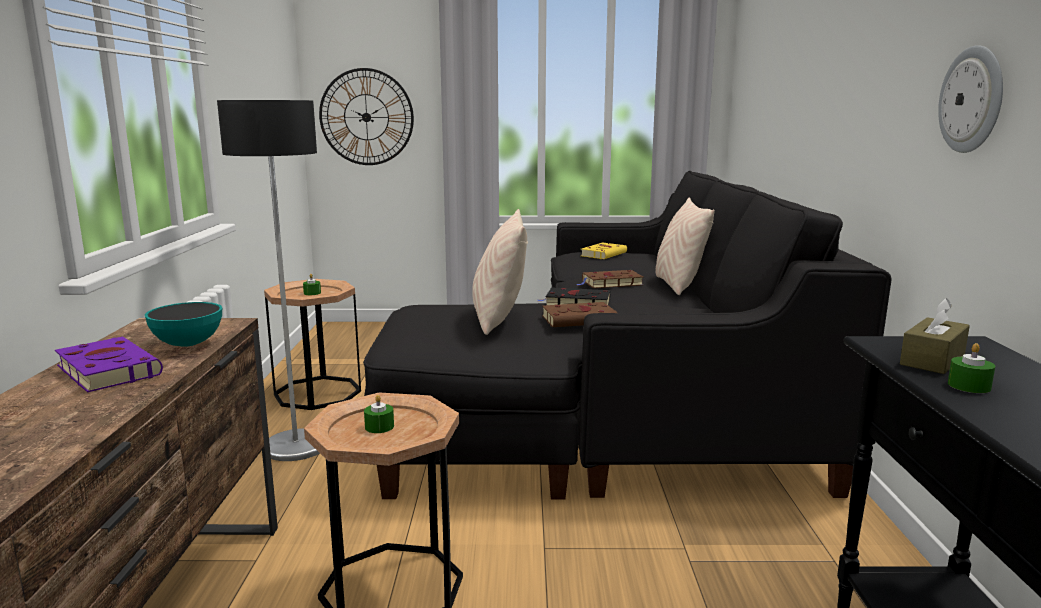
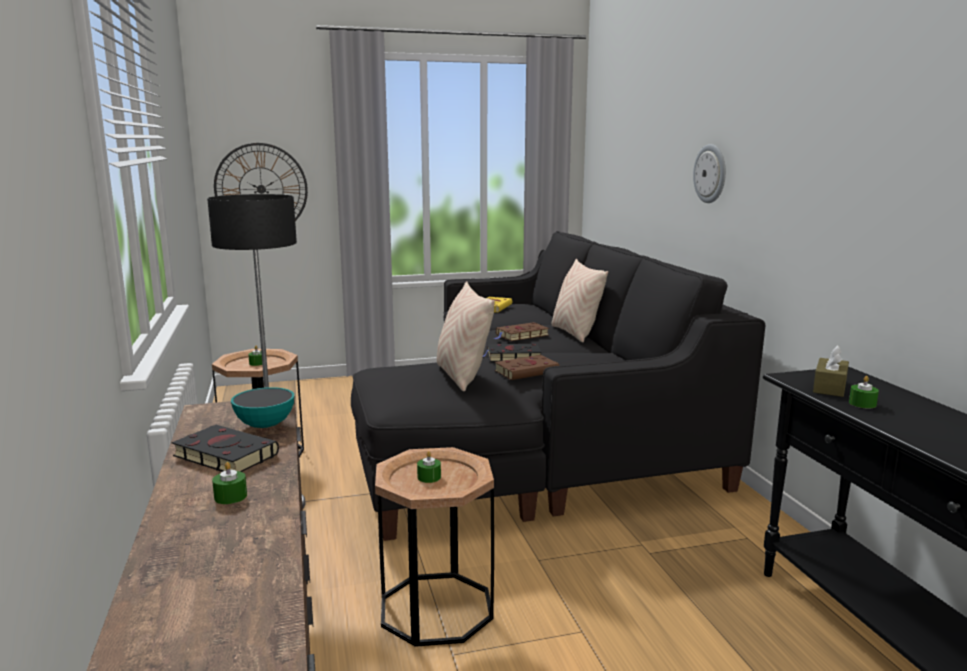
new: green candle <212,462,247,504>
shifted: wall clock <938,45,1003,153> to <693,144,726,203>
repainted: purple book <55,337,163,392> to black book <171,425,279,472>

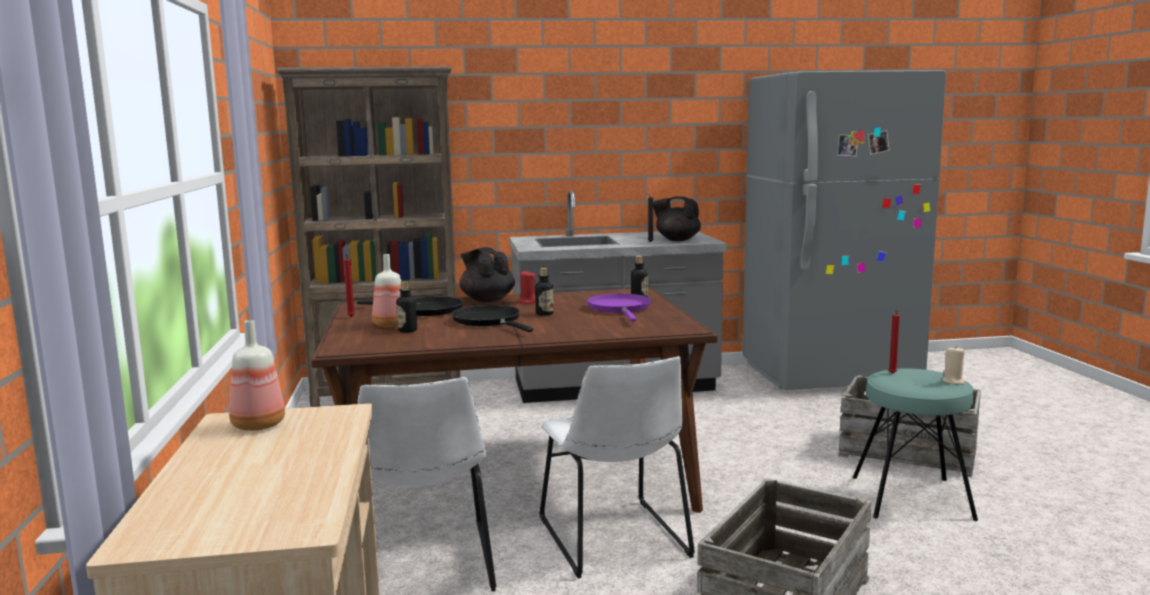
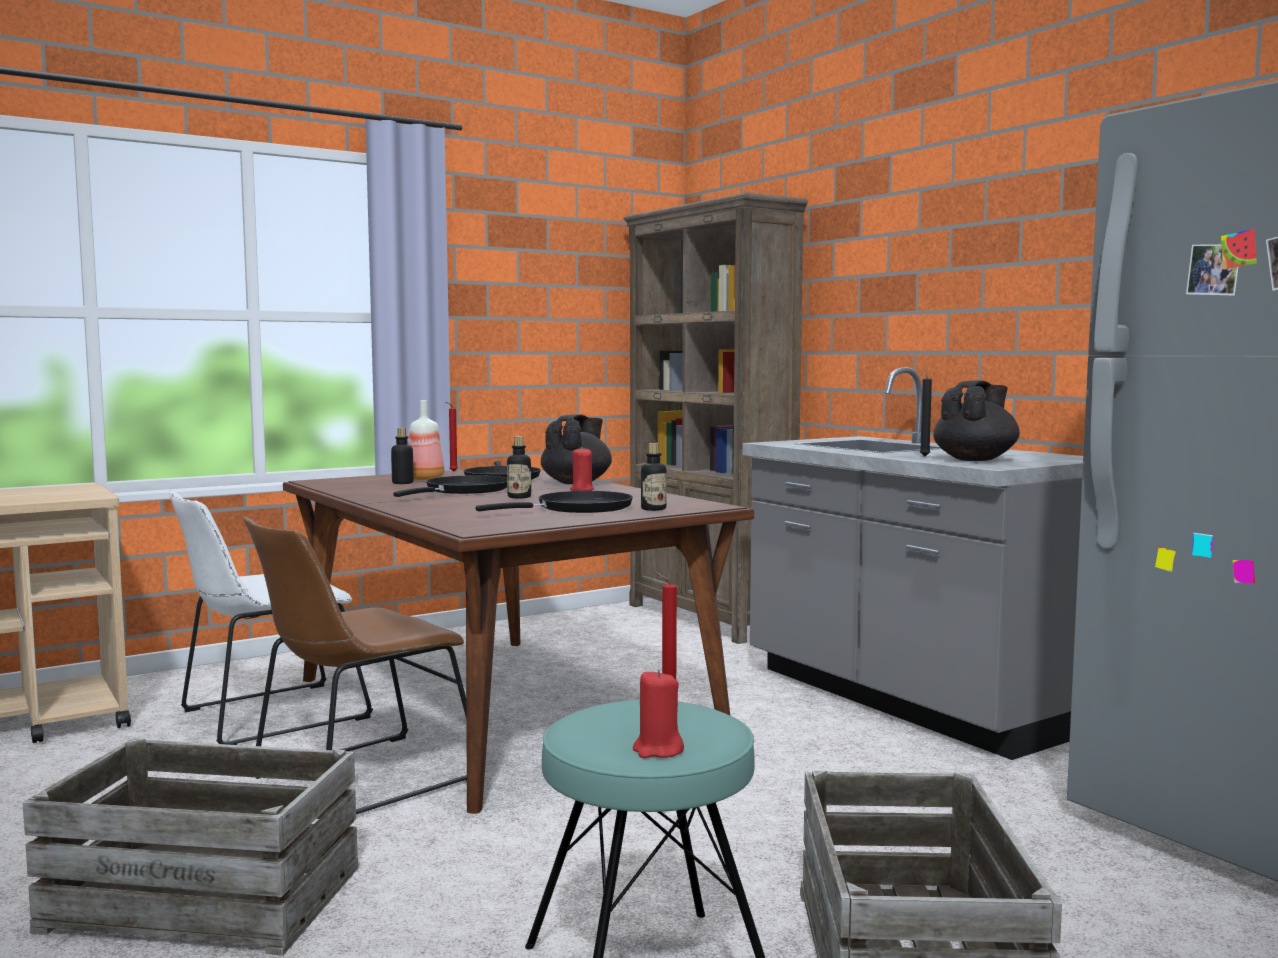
gone: bottle <229,320,285,431>
repainted: white chair <539,356,695,578> to brown chair <244,517,467,814>; purple frying pan <587,293,651,322> to black frying pan <476,491,633,513>; beige candle <942,347,965,385> to red candle <633,670,684,758>
rotated: black teapot <653,196,701,241> = <933,381,1020,461> 45 degrees clockwise

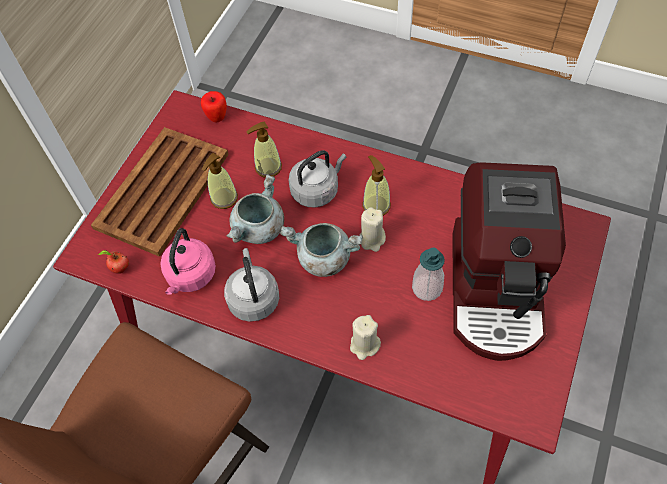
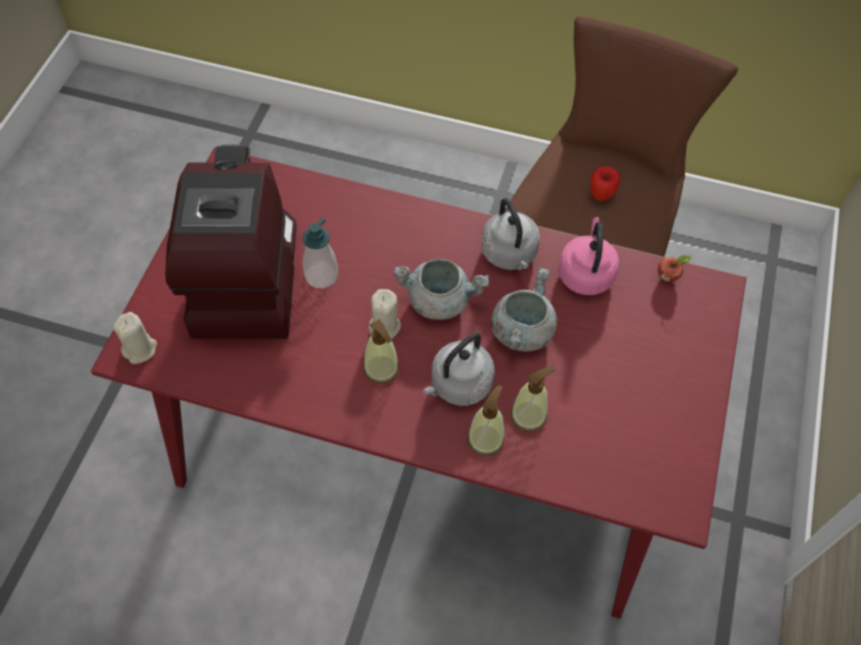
gone: brown tray <91,127,229,257>
shifted: apple <201,91,227,122> to <590,166,620,201>; soap dispenser <202,153,238,209> to <467,385,505,456>; beige candle <350,315,381,360> to <113,312,157,364>

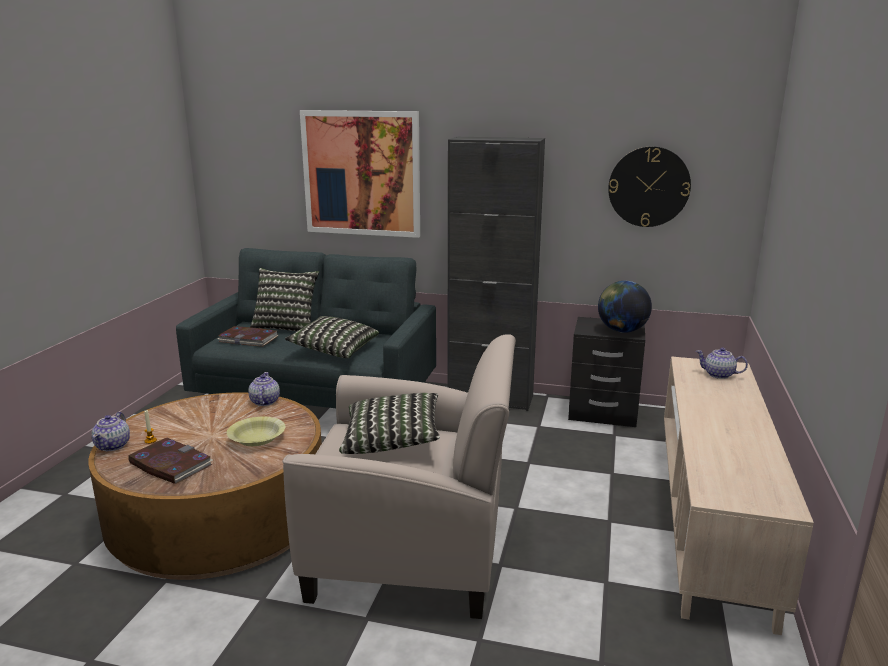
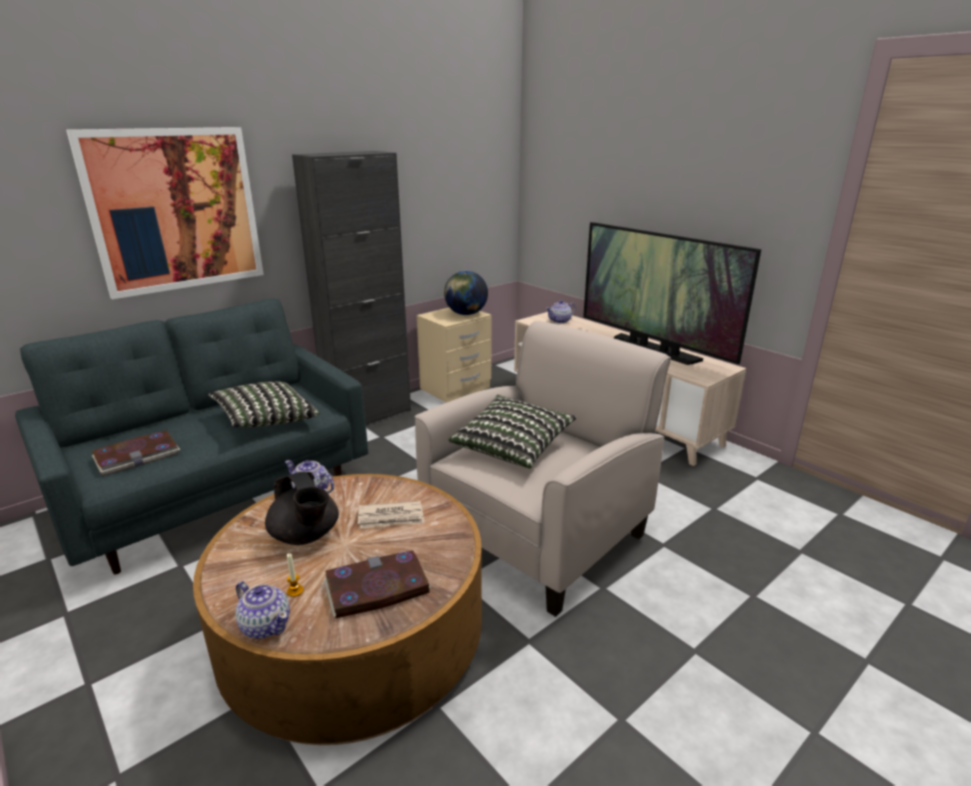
gone: pillow <250,268,319,332>; wall clock <608,146,691,227>
new: black teapot <265,472,339,545>; television <583,222,761,365>
swapped: yellow bowl <227,417,285,446> to newspaper <358,501,424,528>
repainted: black nightstand <568,317,645,427> to beige nightstand <417,308,492,403>

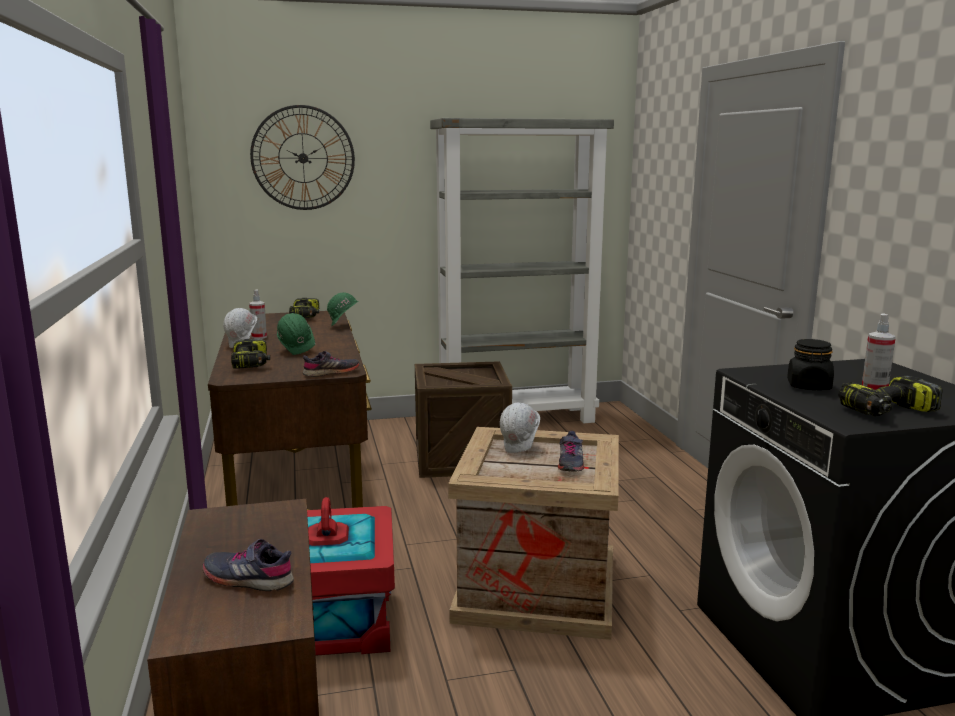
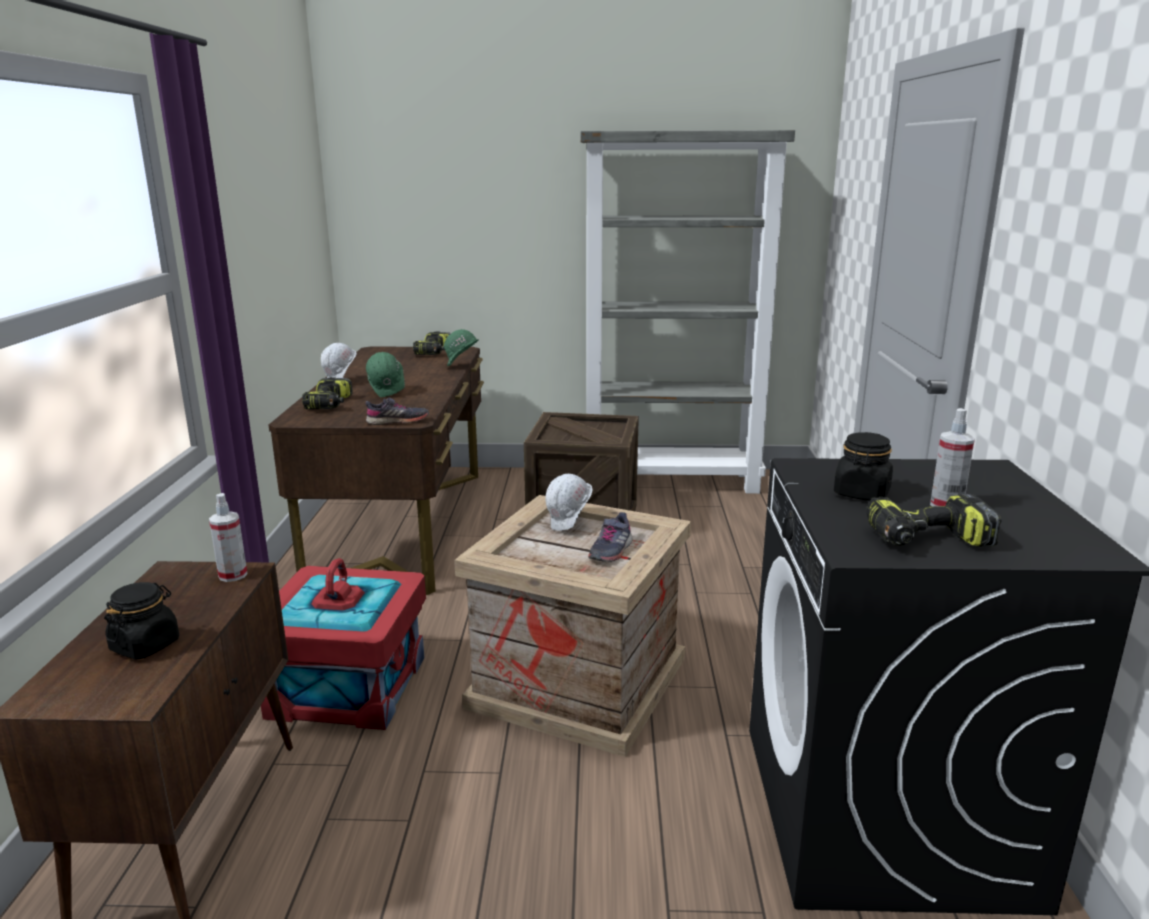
gone: wall clock <250,105,355,210>
shifted: spray bottle <249,290,267,339> to <209,493,248,582>
swapped: grey shoe <202,539,294,591> to black jar <104,582,179,660>

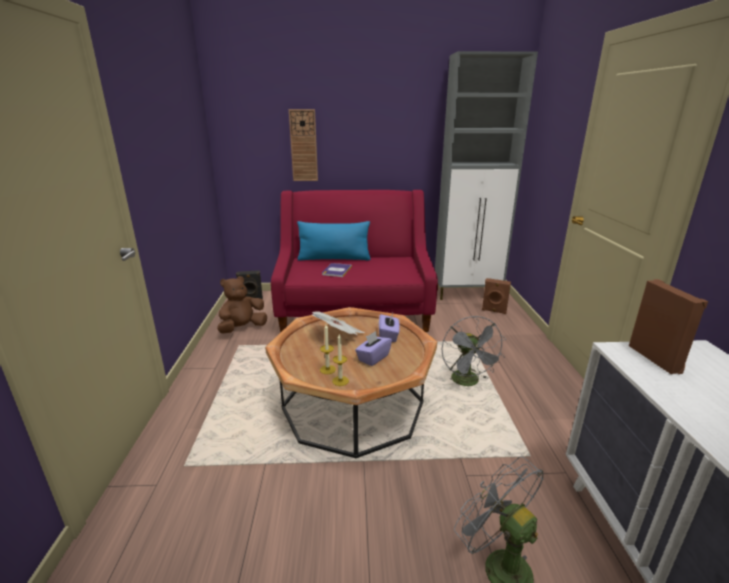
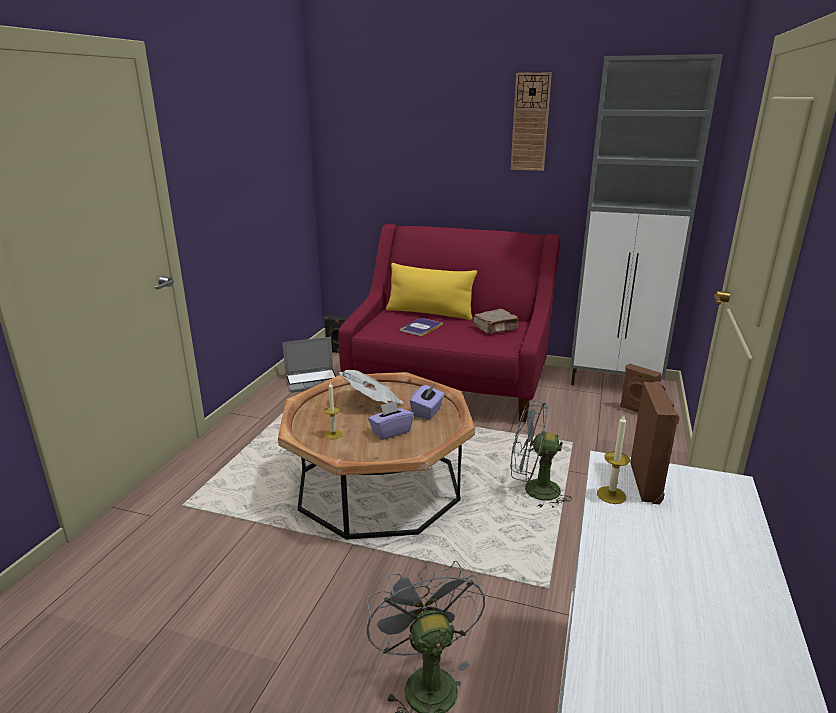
new: brown book <474,309,518,334>
shifted: wall clock <289,109,318,181> to <511,73,552,171>; candle <332,334,349,386> to <597,415,630,504>
swapped: brown plush toy <217,276,267,334> to laptop <282,337,336,393>
repainted: blue pillow <297,221,370,261> to yellow pillow <386,263,477,320>
rotated: grey fan <442,316,506,386> = <511,400,572,508> 90 degrees clockwise

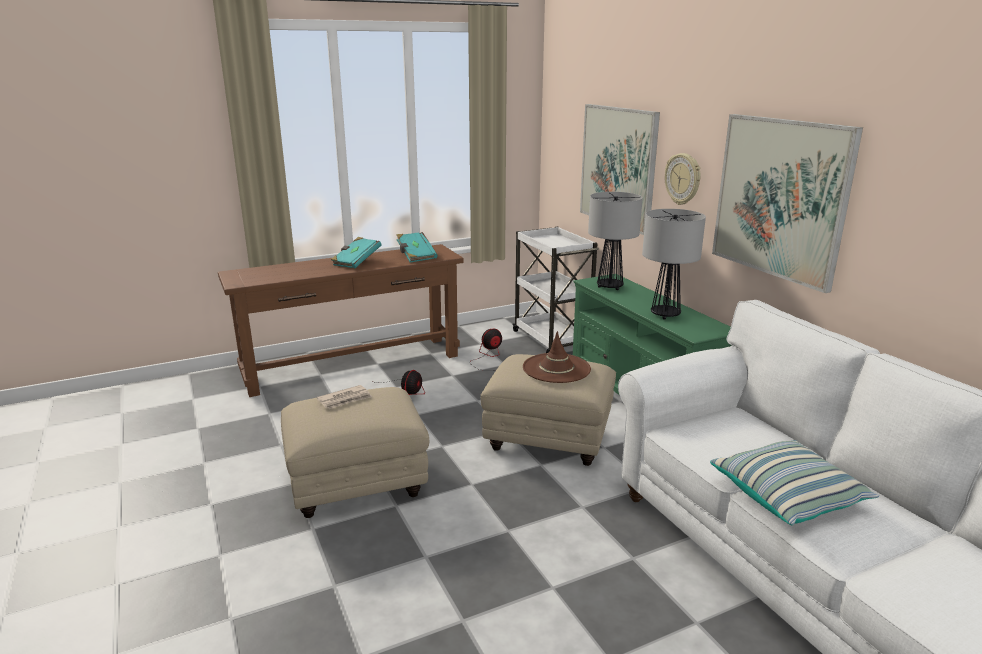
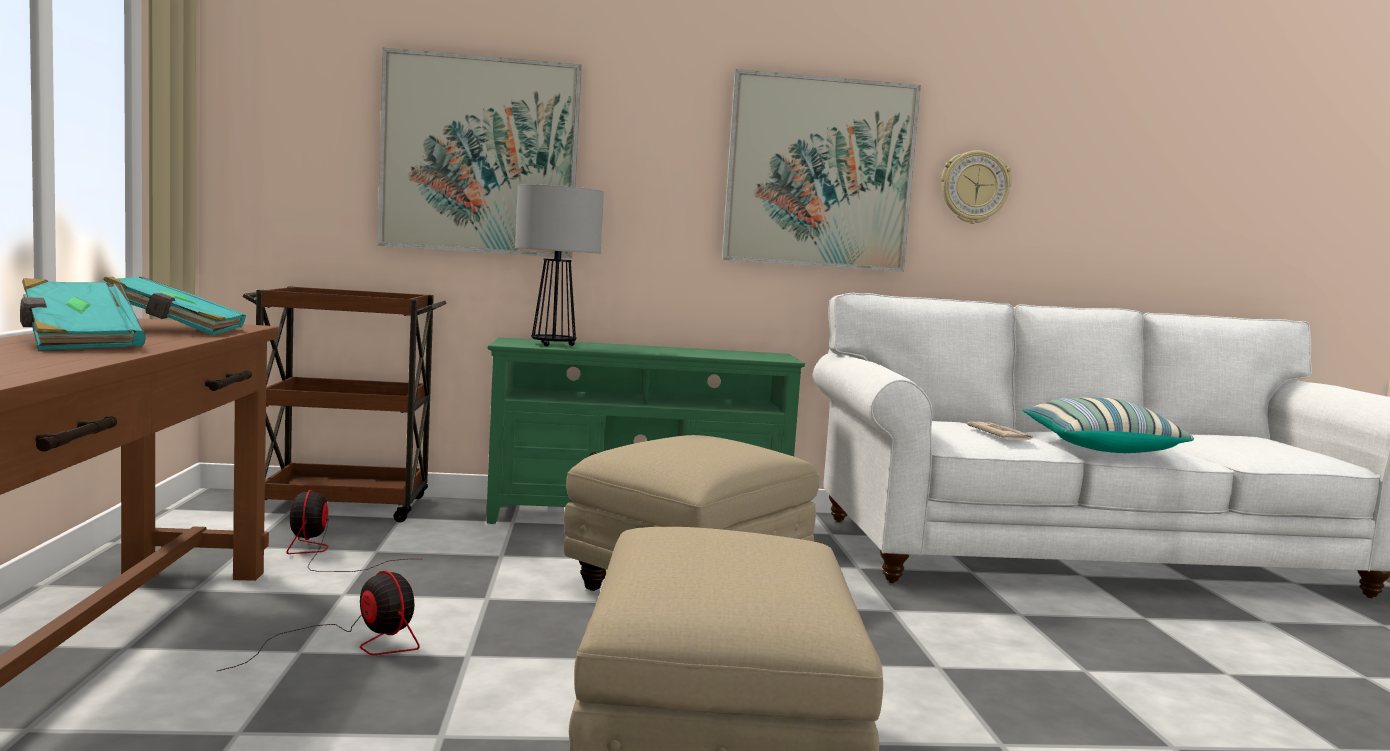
gone: brown hat <523,331,591,383>; table lamp <642,209,706,319>
shifted: newspaper <317,385,372,409> to <967,422,1036,440>; wall clock <665,153,701,205> to <941,150,1011,224>
repainted: white cart <513,226,599,353> to brown cart <242,286,447,522>

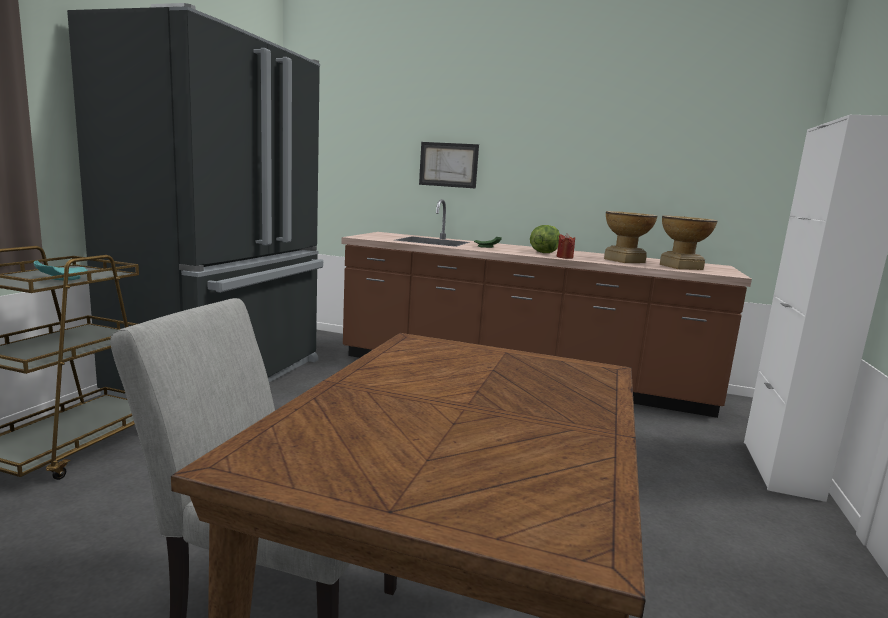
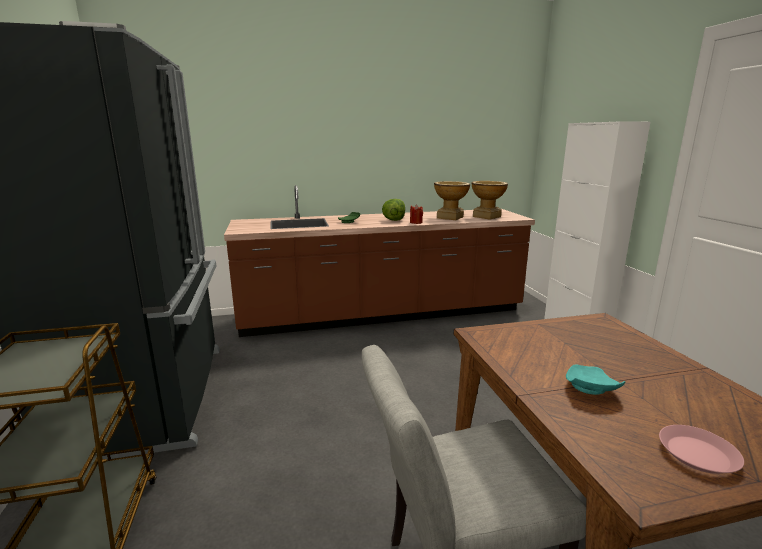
gone: picture <419,142,479,189>
new: pink plate <659,425,744,474>
shifted: turquoise plate <33,261,88,280> to <566,364,625,395>

